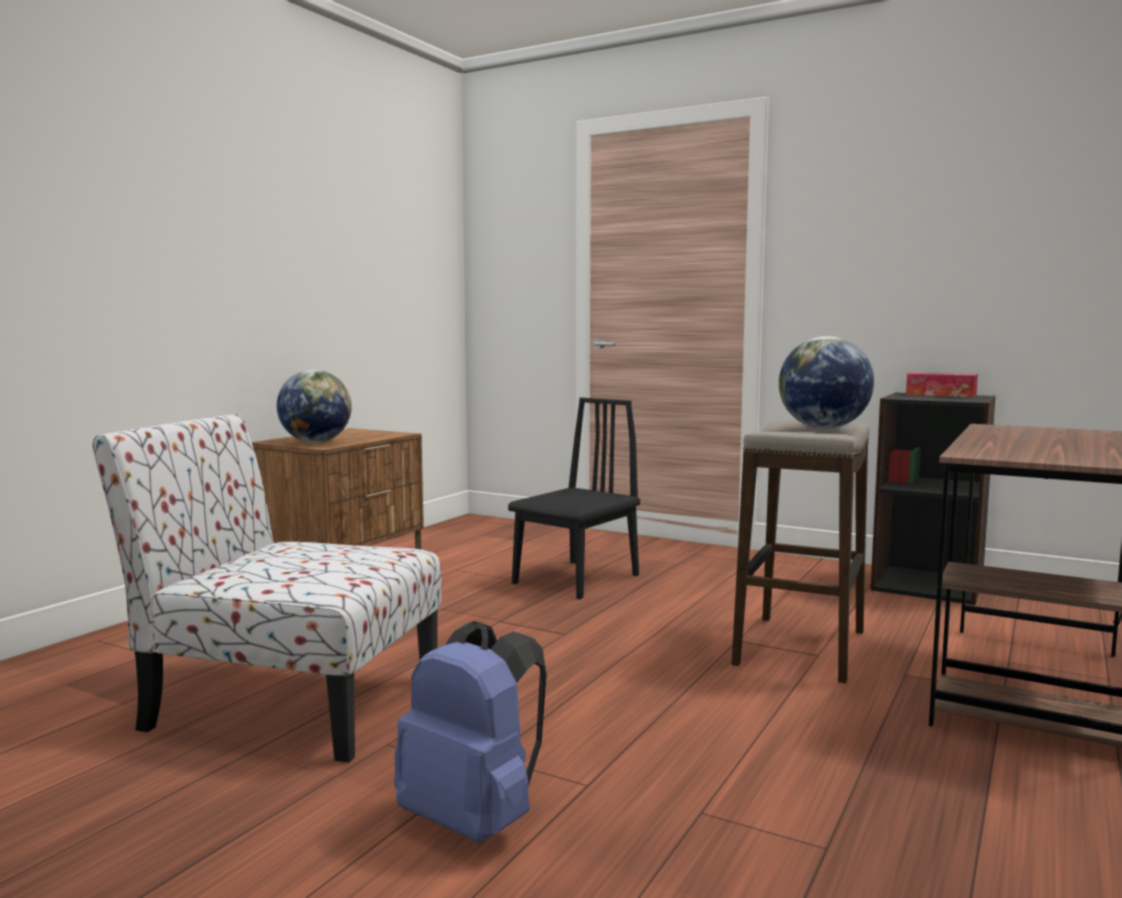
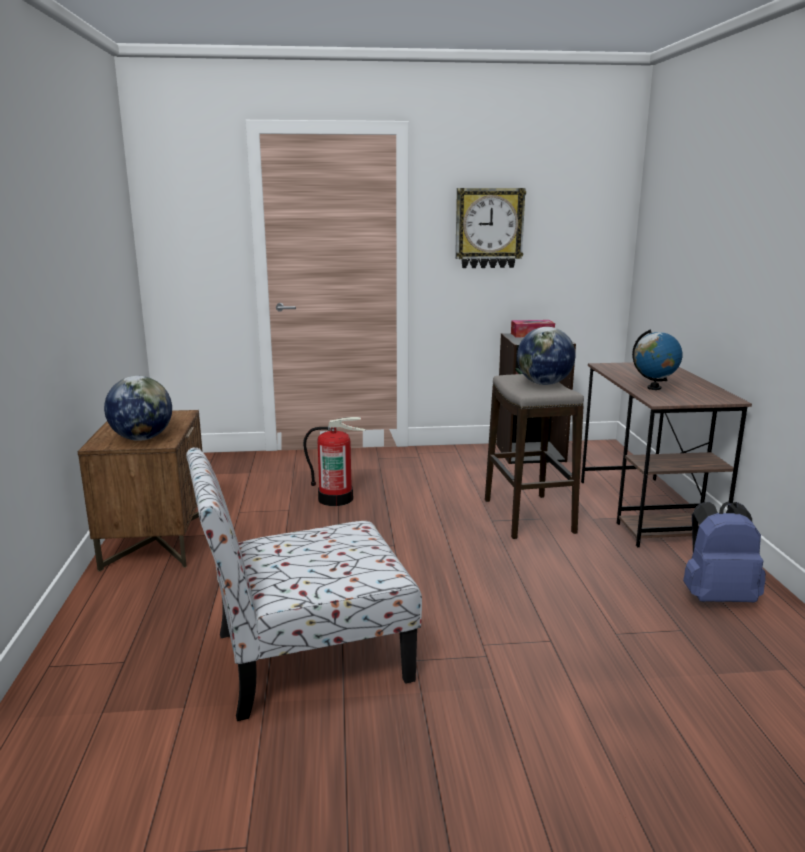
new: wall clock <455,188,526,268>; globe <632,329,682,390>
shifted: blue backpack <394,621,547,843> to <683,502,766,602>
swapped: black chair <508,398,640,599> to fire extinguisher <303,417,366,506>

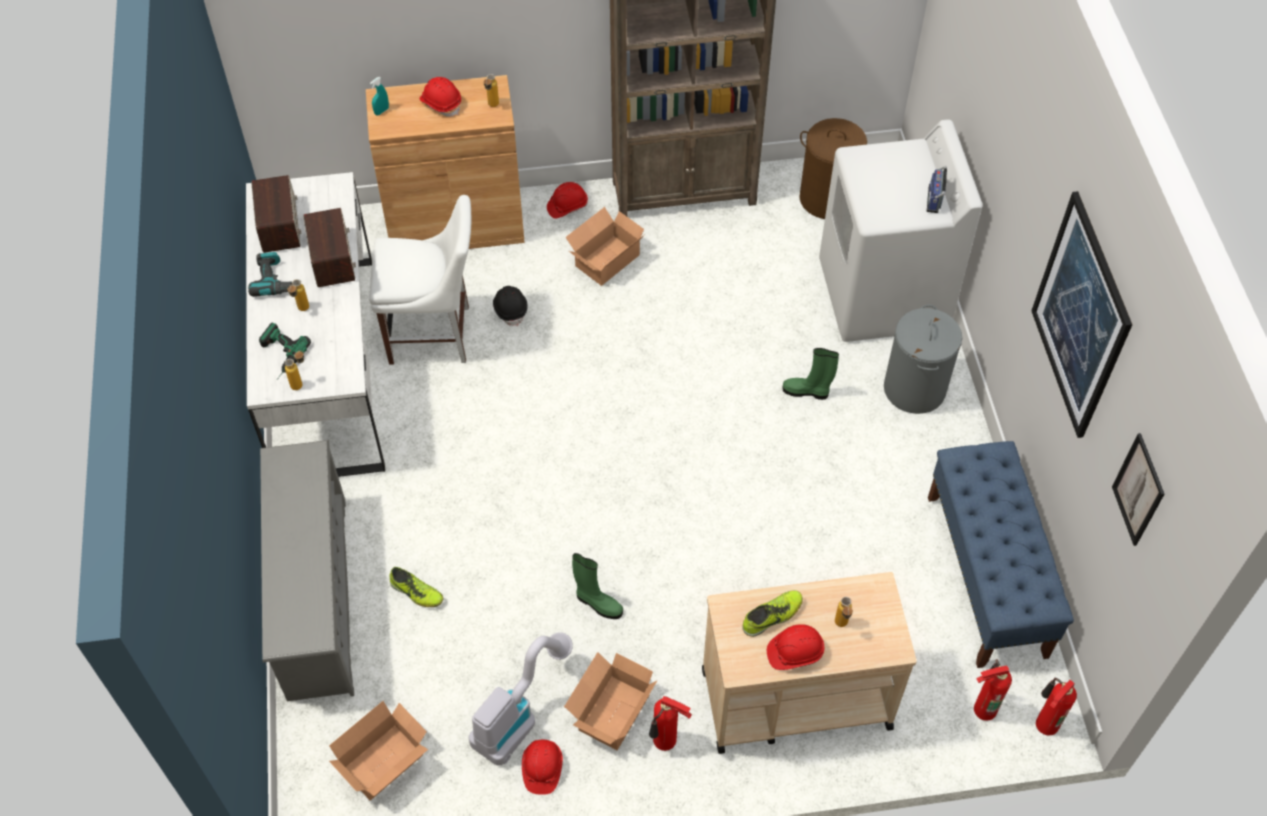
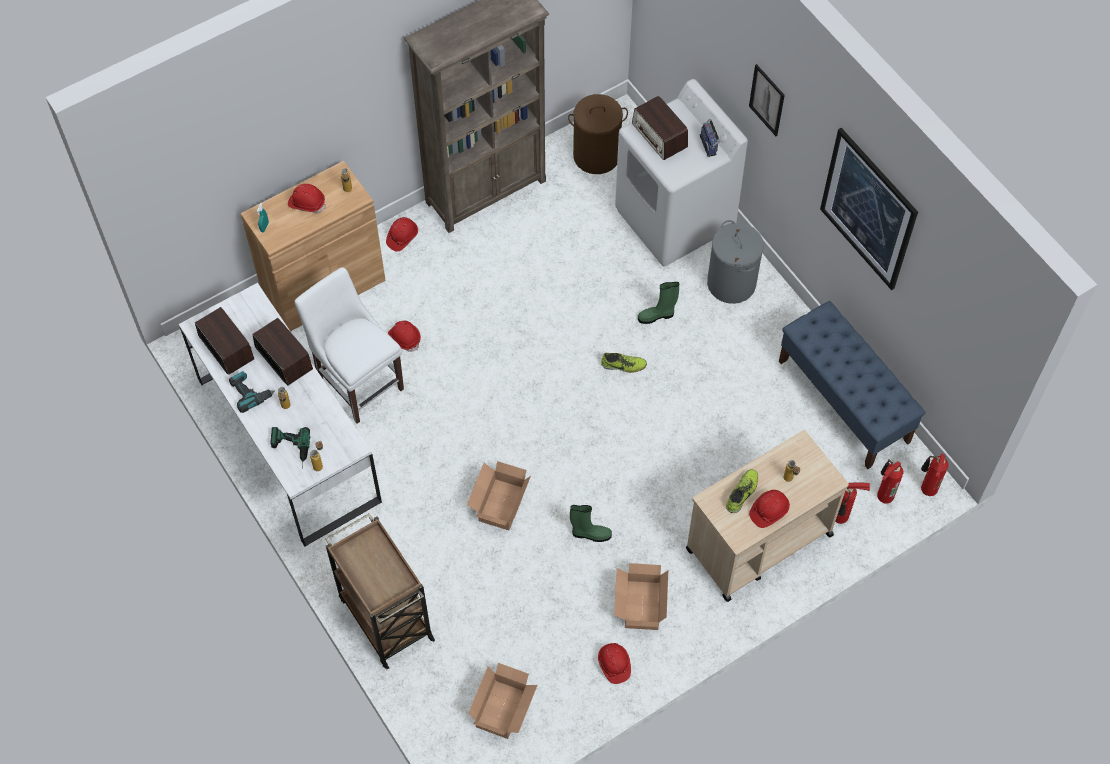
gone: vacuum cleaner <469,632,573,766>
new: radio <632,96,688,160>
shifted: shoe <389,567,443,607> to <601,353,647,373>; cardboard box <566,207,645,286> to <467,461,531,530>; fire extinguisher <649,696,692,751> to <835,483,870,524>; picture <1112,433,1164,546> to <749,64,785,136>
swapped: grey shoe rack <260,440,354,701> to brown cart <325,513,435,669>
repainted: black hard hat <493,286,528,326> to red hard hat <388,321,421,352>
rotated: white chair <369,195,471,365> = <295,267,404,424> 105 degrees counterclockwise

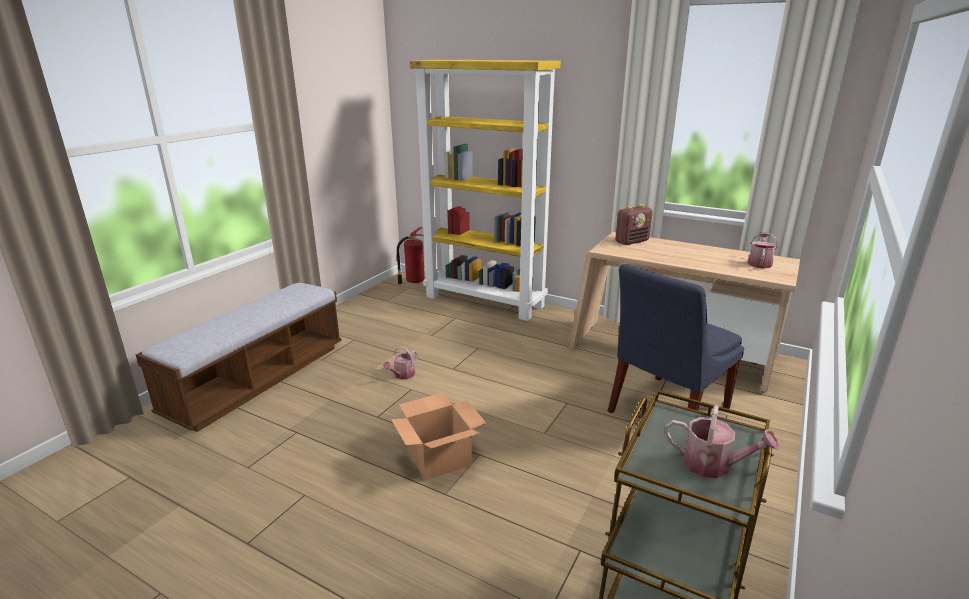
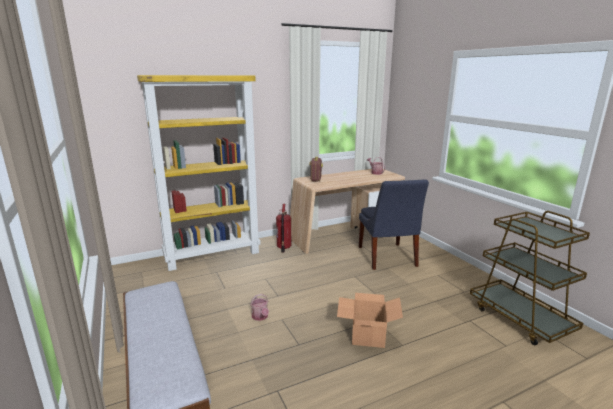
gone: watering can <665,405,780,478>
shifted: fire extinguisher <397,227,425,284> to <276,204,291,253>

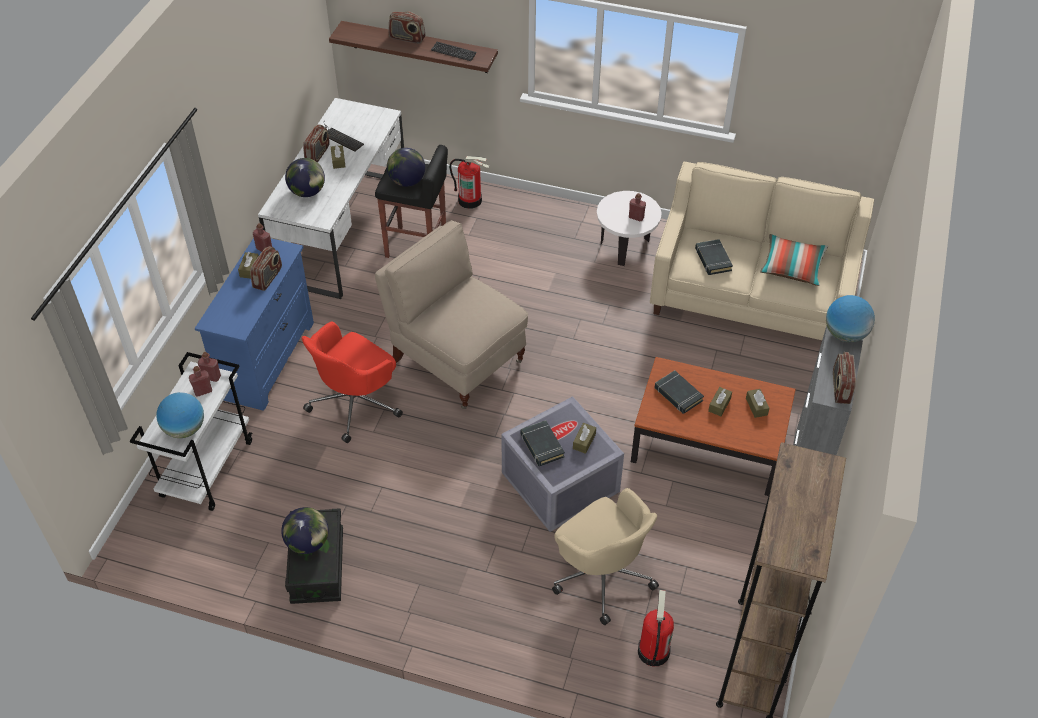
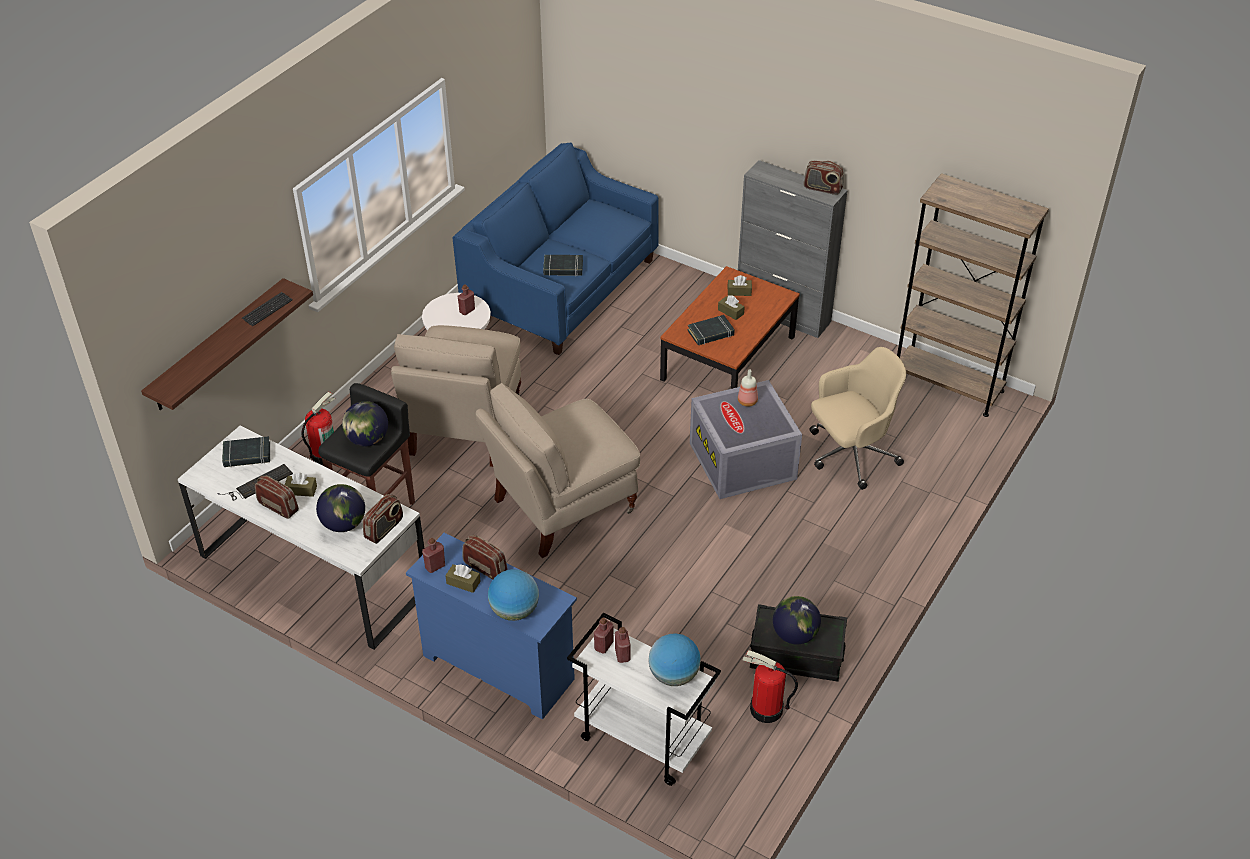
gone: red office chair <302,322,403,443>; pillow <760,234,828,286>
new: beige chair <391,325,521,467>
shifted: radio <388,11,426,44> to <363,494,403,544>; black book <521,420,565,466> to <222,436,270,467>; fire extinguisher <638,590,674,666> to <742,650,798,723>; globe <826,295,875,342> to <488,569,539,621>
swapped: brown tissue box <573,423,596,454> to bottle <738,370,758,407>
repainted: beige sofa <650,162,874,340> to blue sofa <453,142,659,355>

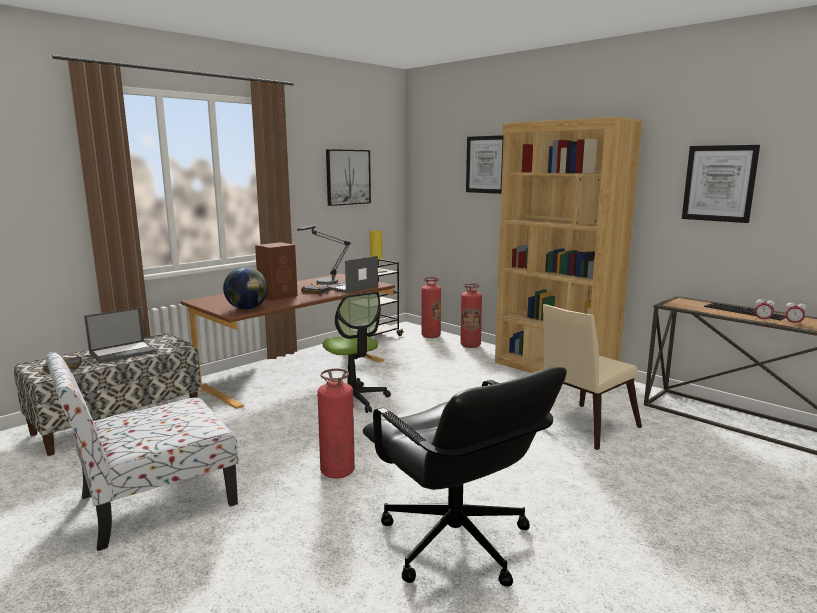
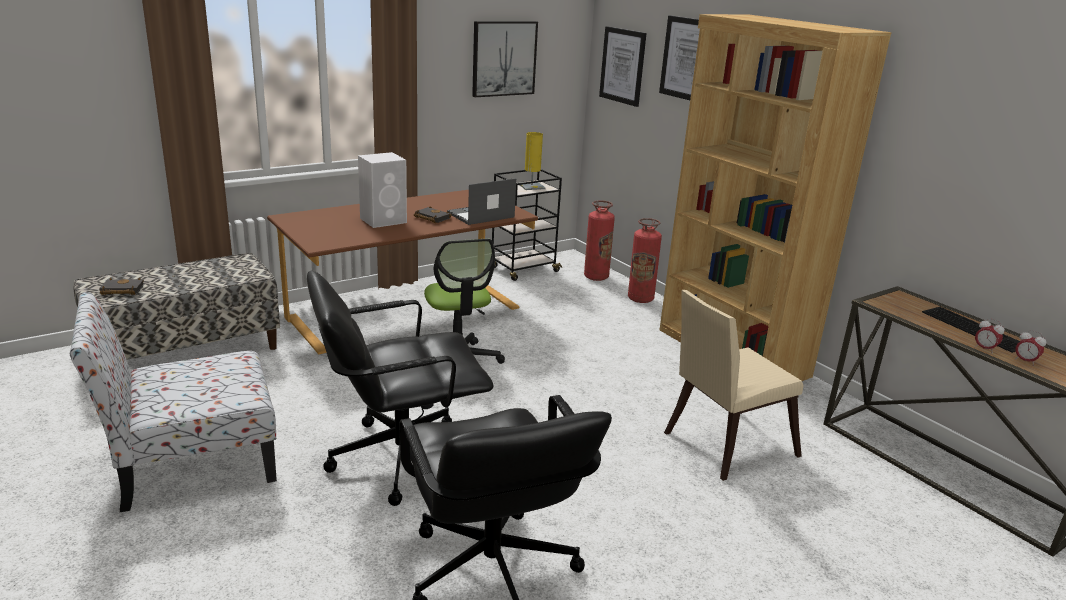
gone: laptop <84,307,157,363>; globe <223,267,268,310>; table lamp <297,225,351,284>
shifted: picture <682,145,760,223> to <599,26,647,107>
swapped: fire extinguisher <317,368,355,479> to black office chair <307,271,493,506>
repainted: brown speaker <255,242,298,301> to white speaker <358,152,407,228>

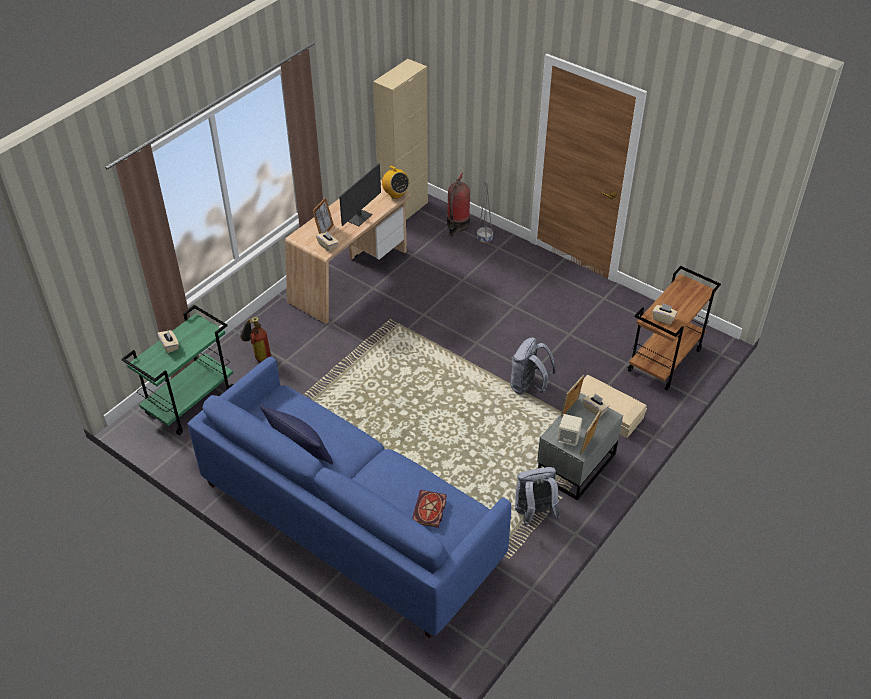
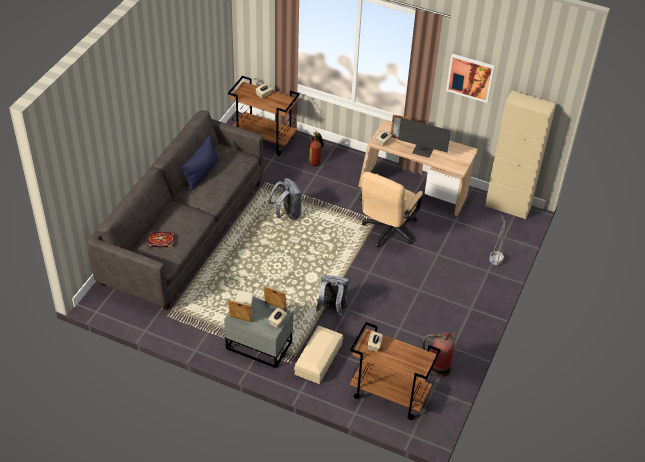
gone: radio <382,166,409,199>
new: beige office chair <358,172,423,247>; picture <446,54,495,103>
shifted: fire extinguisher <447,173,470,236> to <422,333,455,377>; grey backpack <515,467,561,526> to <268,178,302,220>
repainted: green cart <122,305,233,435> to brown cart <228,76,300,156>; blue sofa <188,357,511,638> to grey sofa <88,110,264,310>

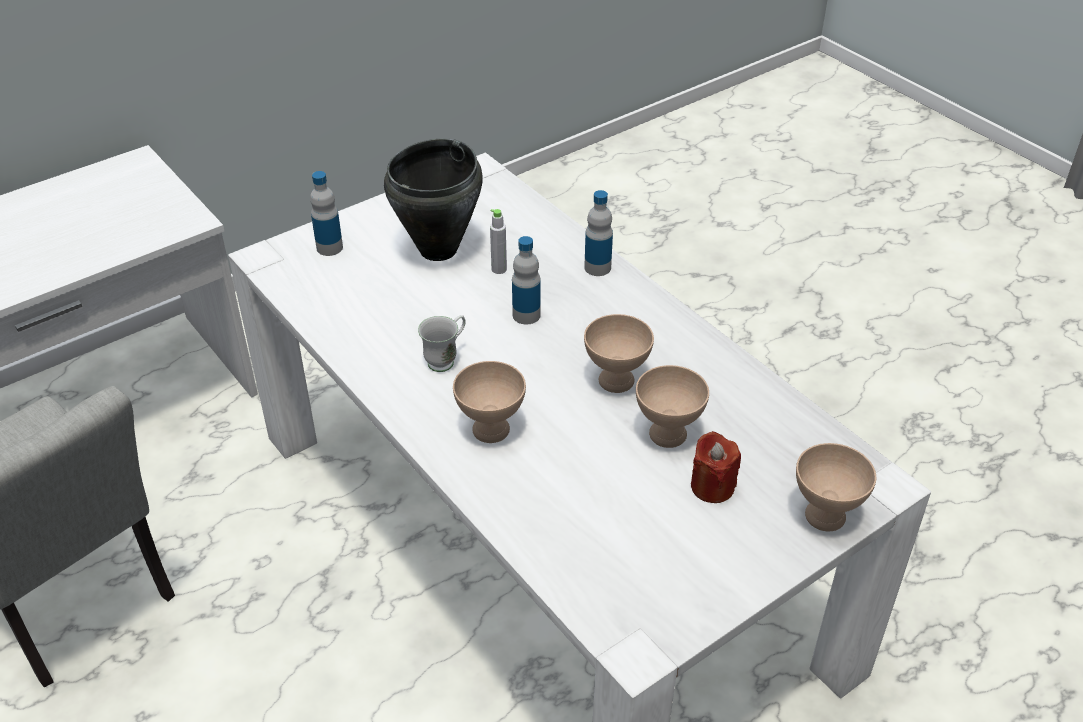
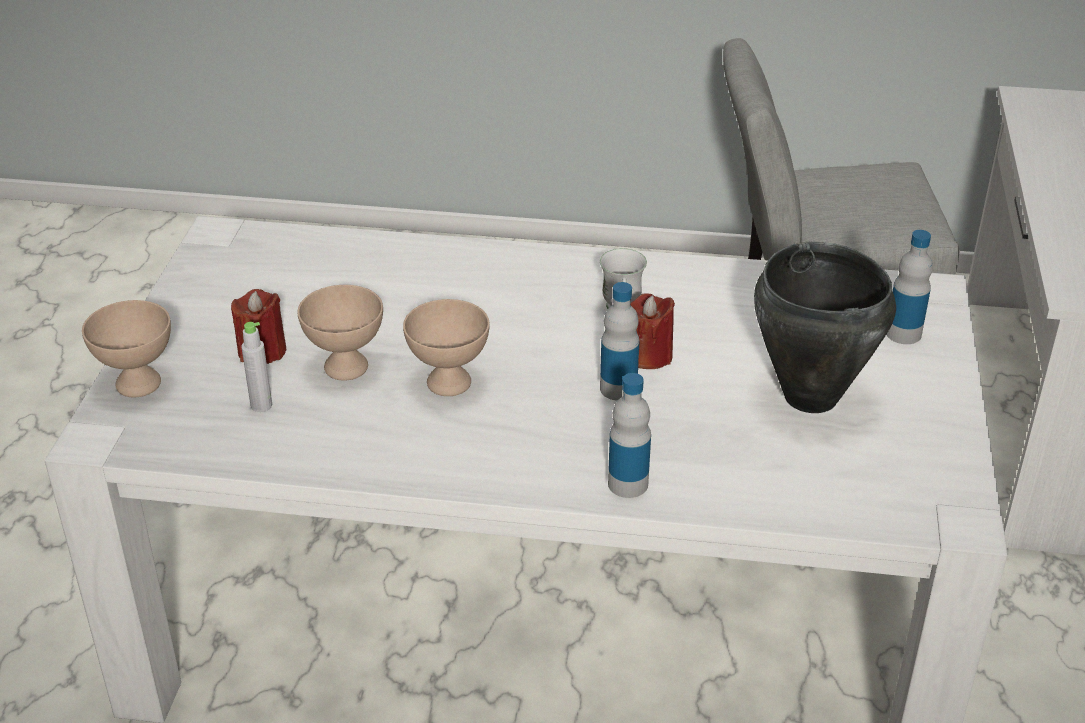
gone: beige bowl <453,361,526,443>
new: red candle <630,293,675,369>
shifted: grey bottle <490,209,507,274> to <241,322,272,412>

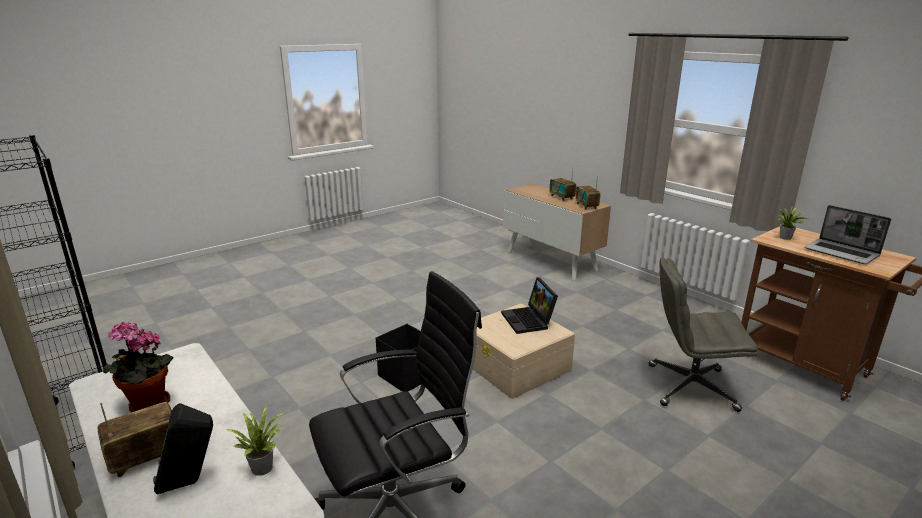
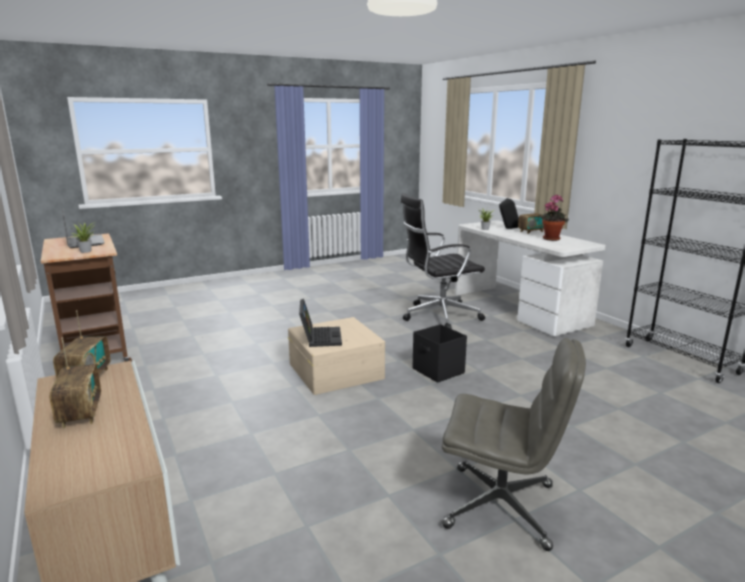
shifted: grey office chair <649,258,758,412> to <442,338,586,551>

